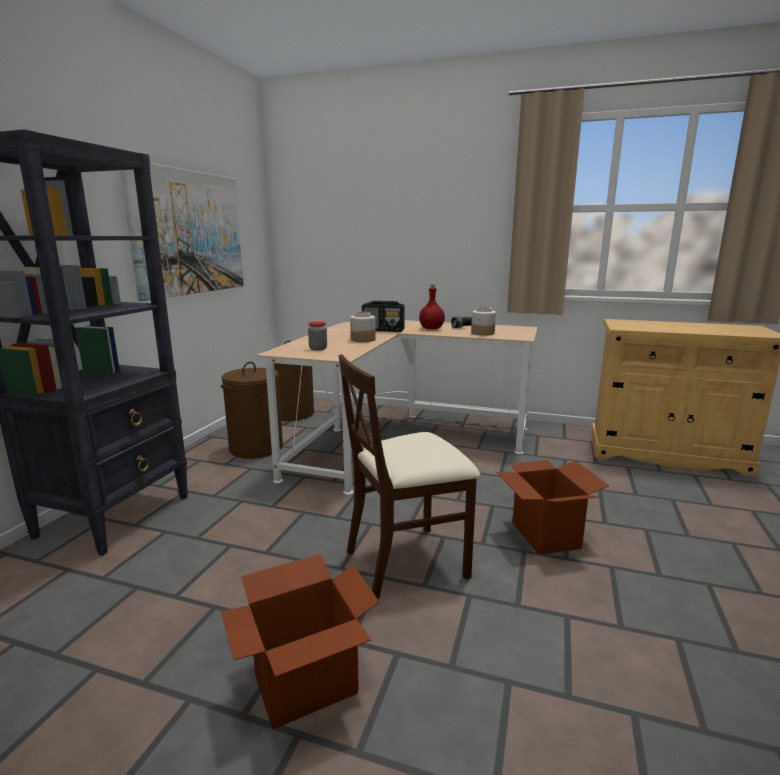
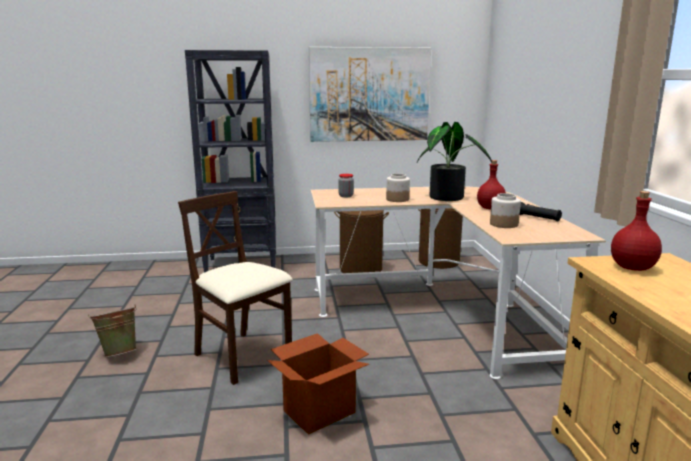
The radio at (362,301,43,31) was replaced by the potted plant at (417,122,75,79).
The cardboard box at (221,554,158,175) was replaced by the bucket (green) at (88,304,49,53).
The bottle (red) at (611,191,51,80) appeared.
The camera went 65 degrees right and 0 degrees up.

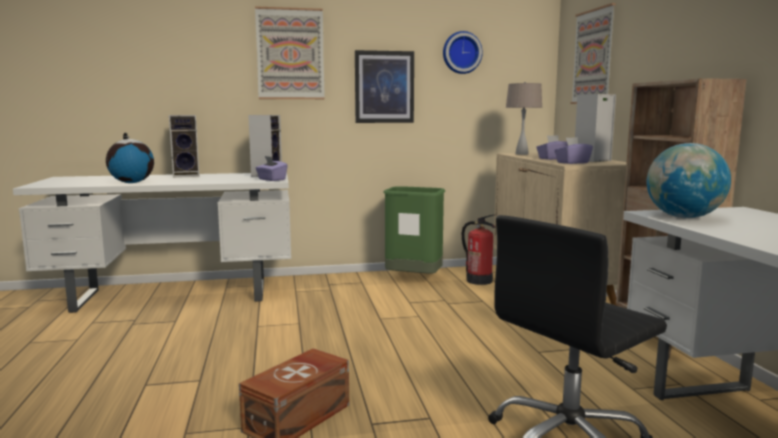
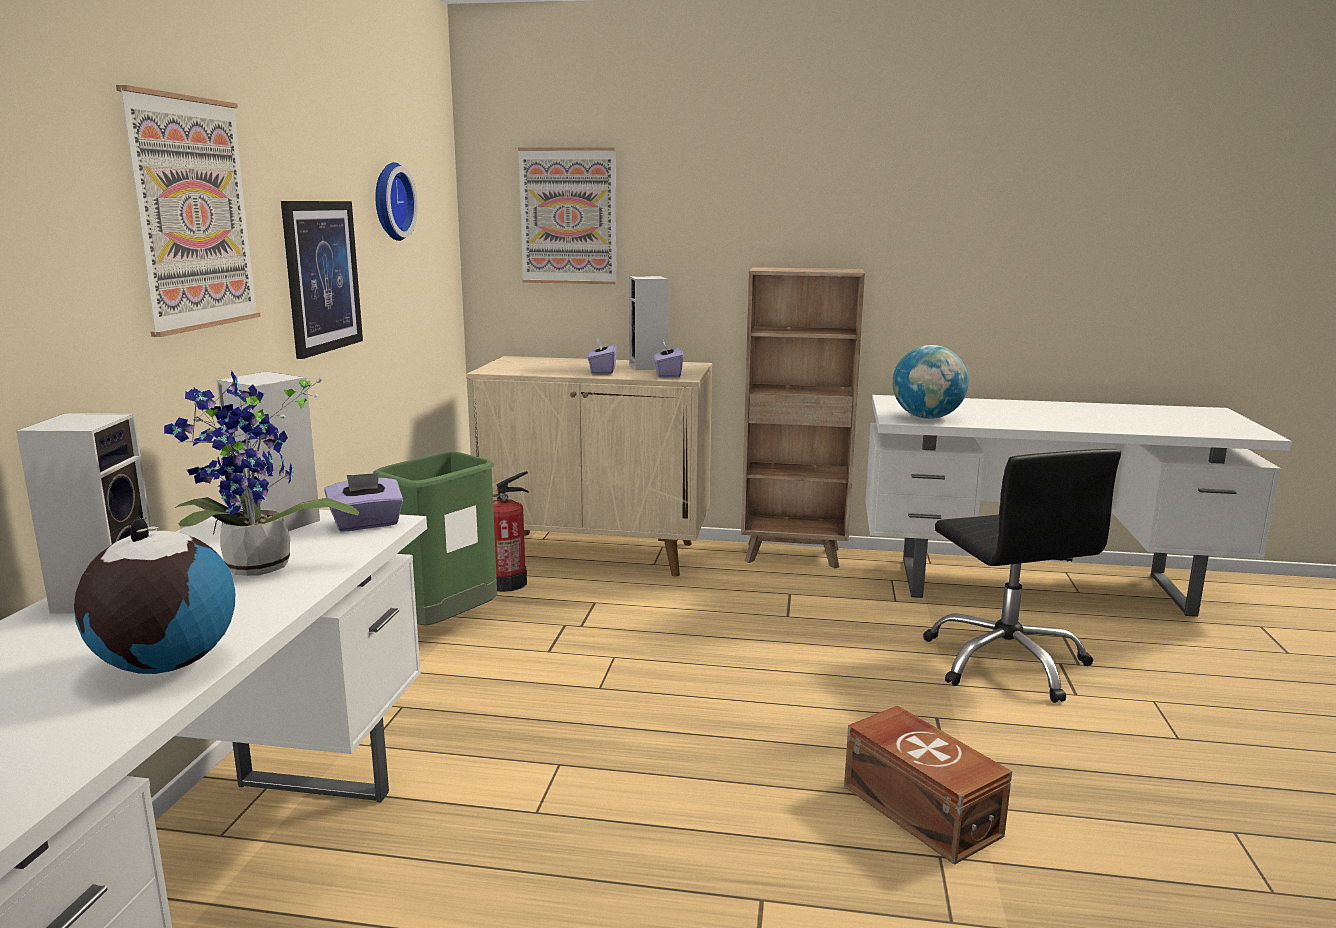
The table lamp (beige) at (506,82,36,73) disappeared.
The potted plant at (164,371,195,205) appeared.
The camera went 70 degrees left and 5 degrees up.

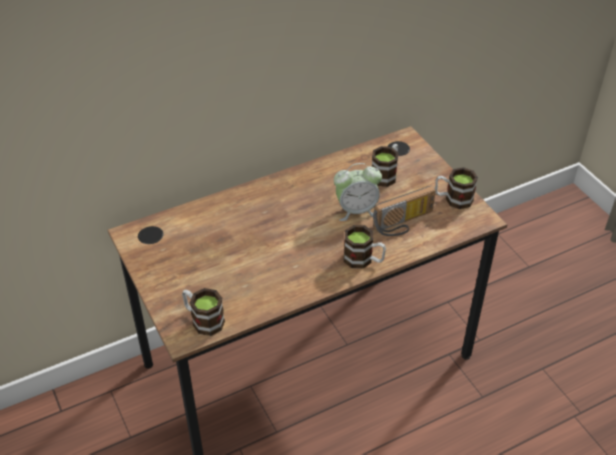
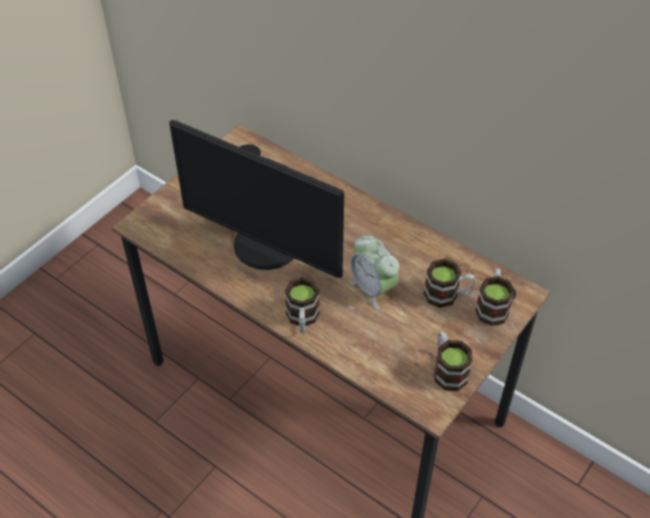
The radio at (373,186,63,50) disappeared.
The mug moved from (182,288,43,48) to (475,268,40,58).
The monitor at (169,120,175,158) appeared.
The camera went 65 degrees right and 5 degrees up.

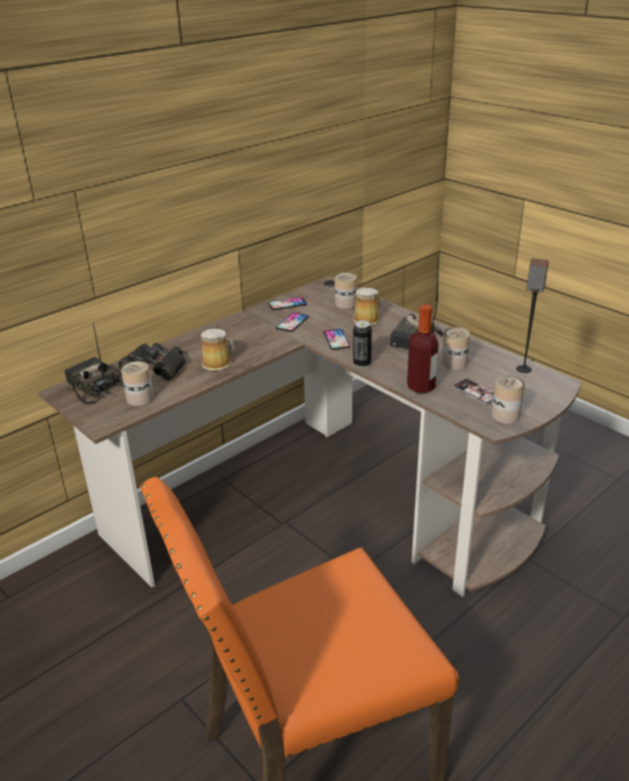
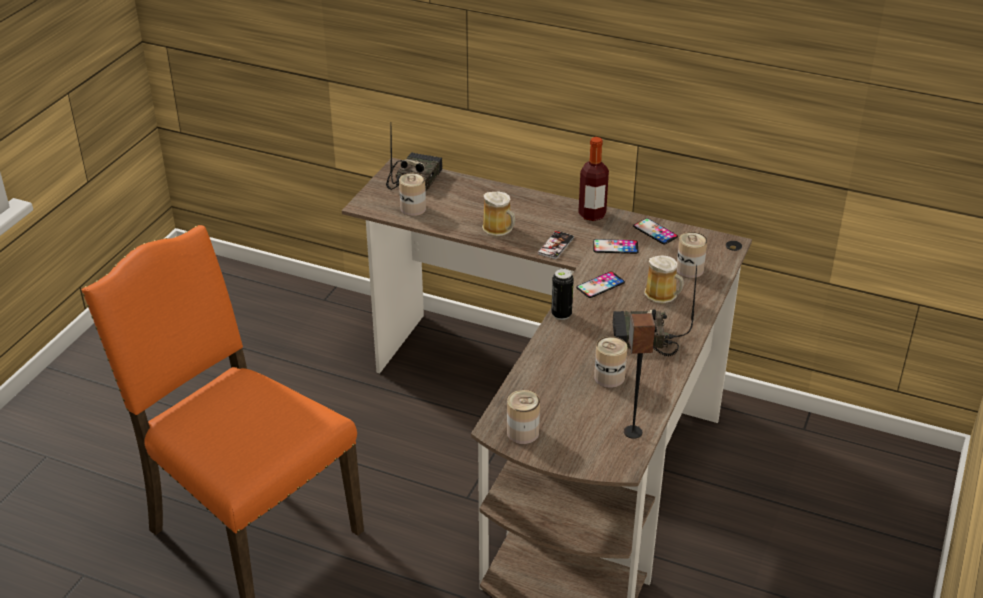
The bottle moved from (407,304,31,89) to (578,137,31,84).
The binoculars (black) at (118,343,68,38) disappeared.
The phone moved from (453,379,41,26) to (538,231,36,28).
The camera went 65 degrees right and 5 degrees up.

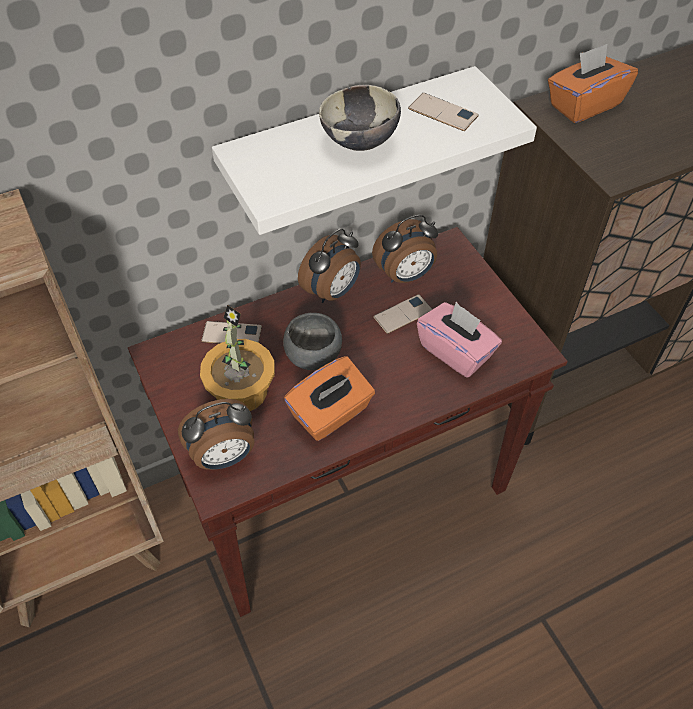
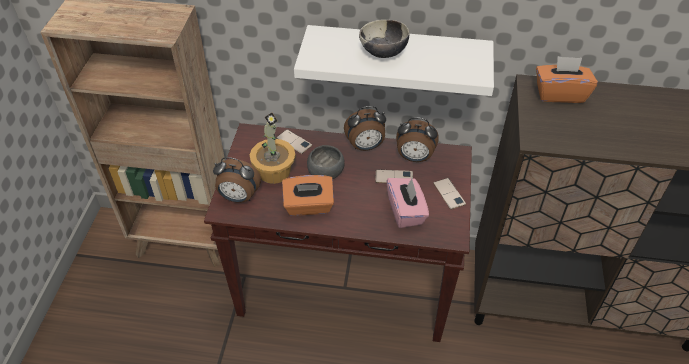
The phone moved from (408,93,71,38) to (433,178,33,32).
The camera went 35 degrees right and 5 degrees down.

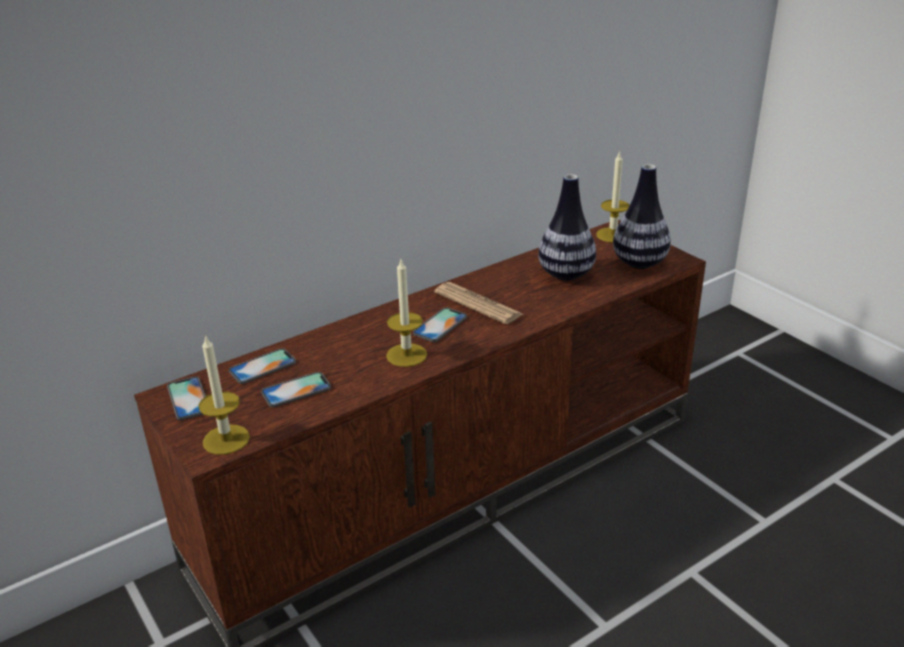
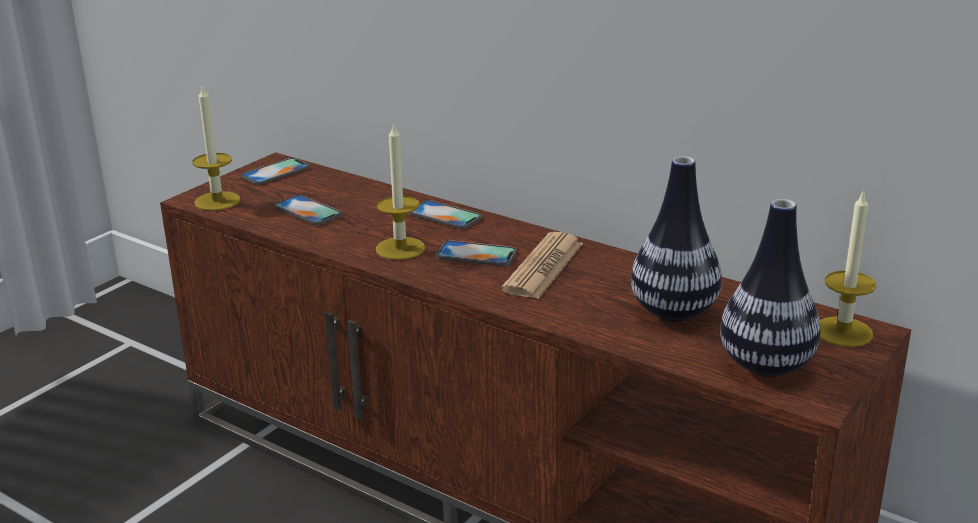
The phone moved from (229,348,67,36) to (409,200,73,29).
The camera went 70 degrees right and 5 degrees down.

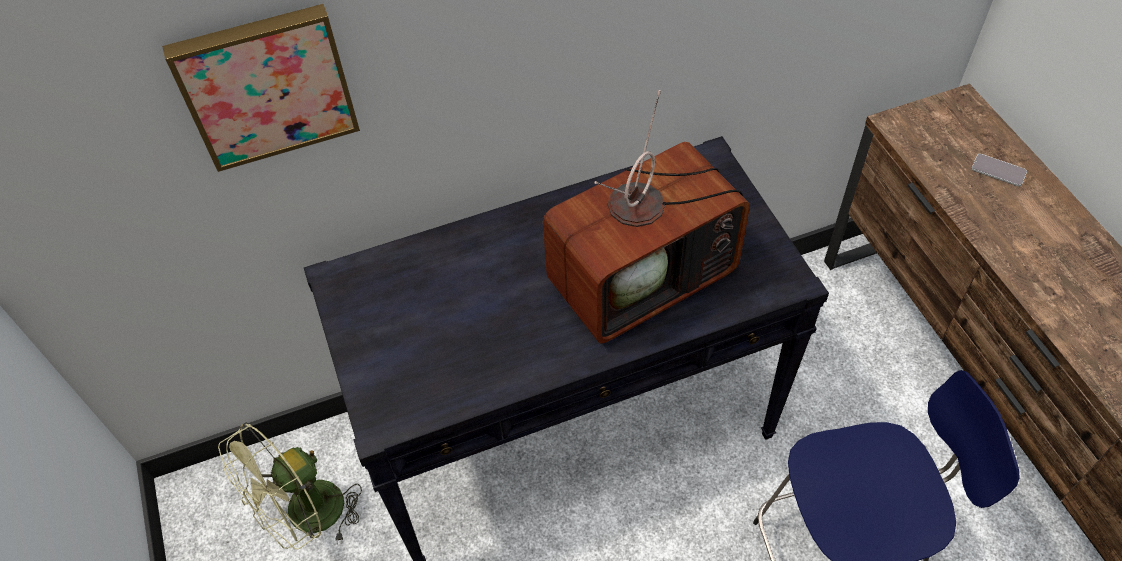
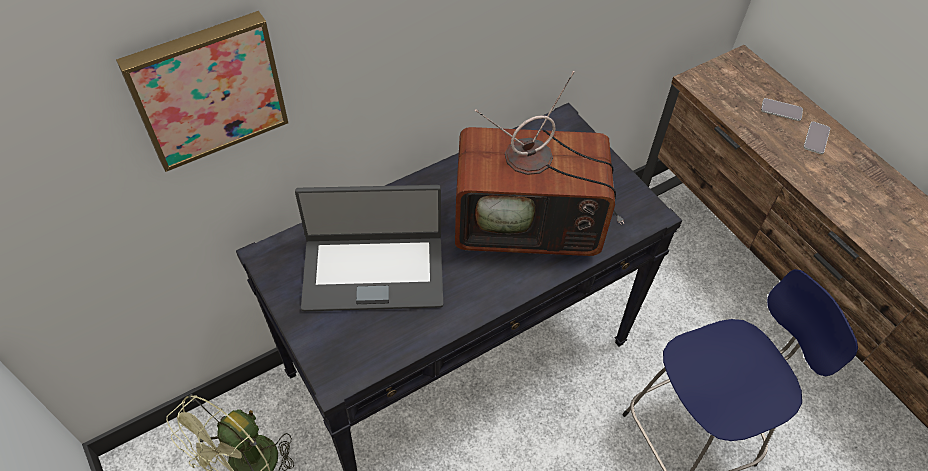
The television at (543,90,207,253) turned 45 degrees clockwise.
The phone at (803,122,27,32) appeared.
The laptop at (295,185,148,126) appeared.
The camera went 15 degrees left and 0 degrees up.

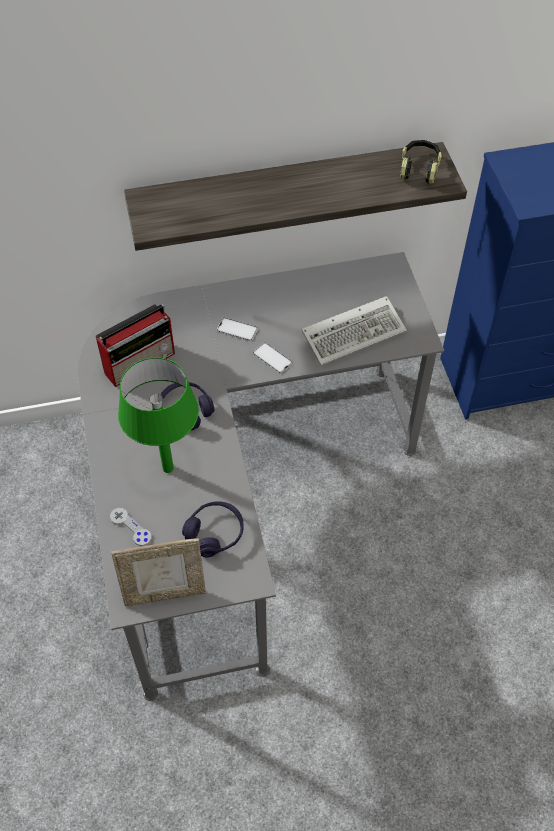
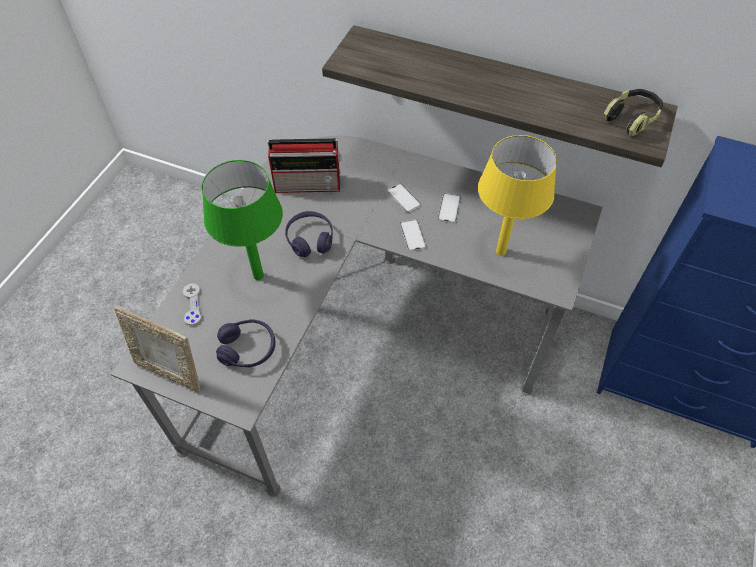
The keyboard at (301,296,106,69) was replaced by the table lamp (yellow) at (478,135,79,121).
The phone at (438,193,23,30) appeared.
The camera went 35 degrees right and 0 degrees up.

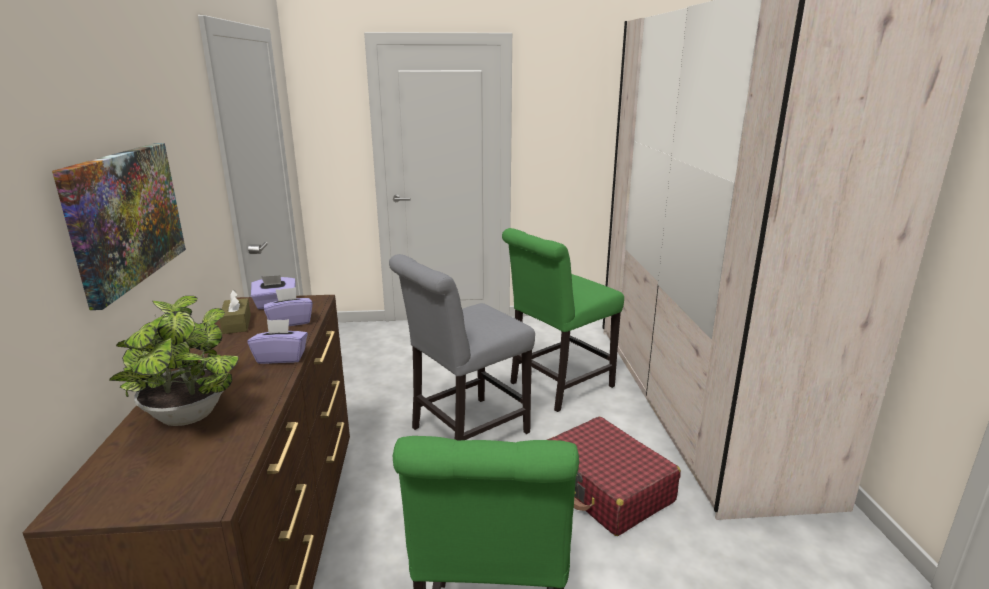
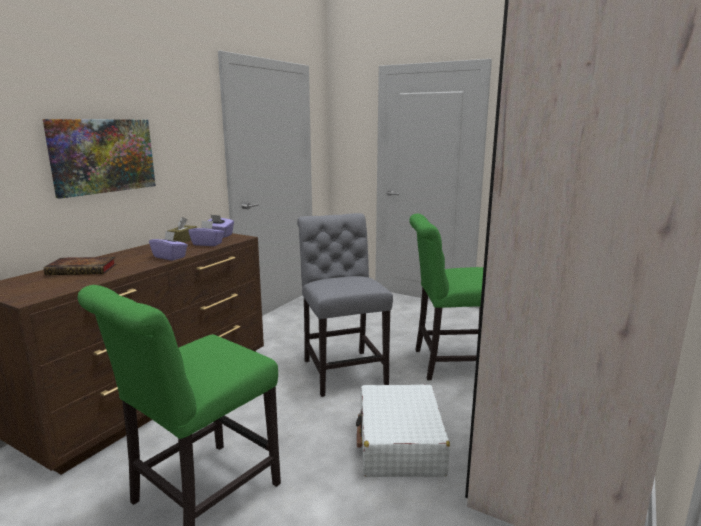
The chair (grey) at (389,254,146,186) turned 75 degrees clockwise.
The potted plant at (109,296,130,130) was replaced by the book at (44,257,72,18).
The suitcase (red) at (547,417,134,119) became the suitcase (white) at (356,384,94,93).
The camera went 35 degrees right and 5 degrees down.

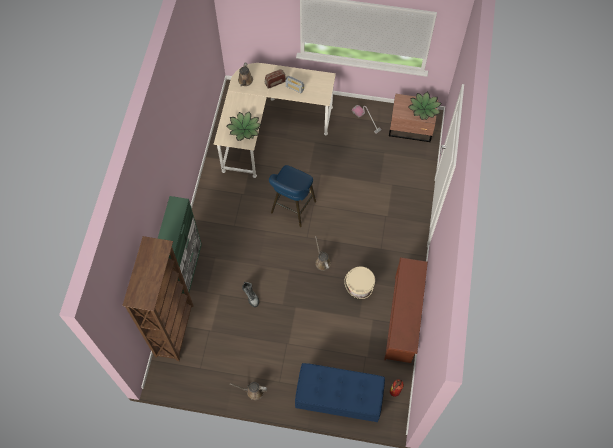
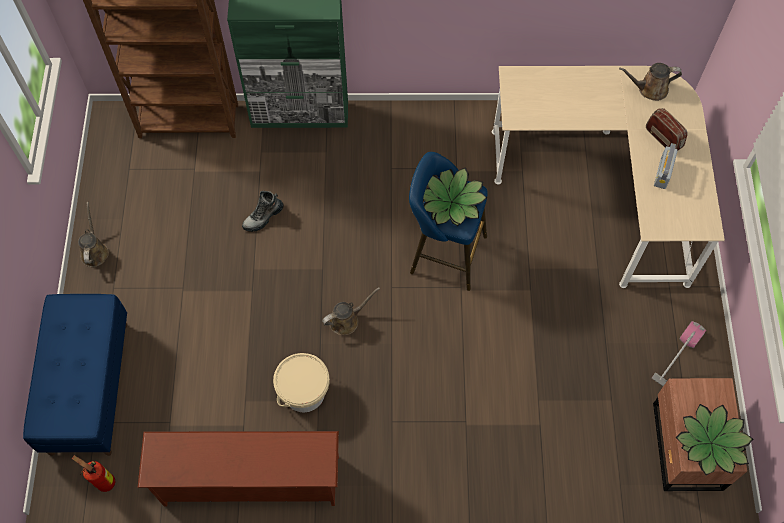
The potted plant moved from (226,112,35,29) to (423,167,64,59).
The camera went 80 degrees right and 0 degrees up.

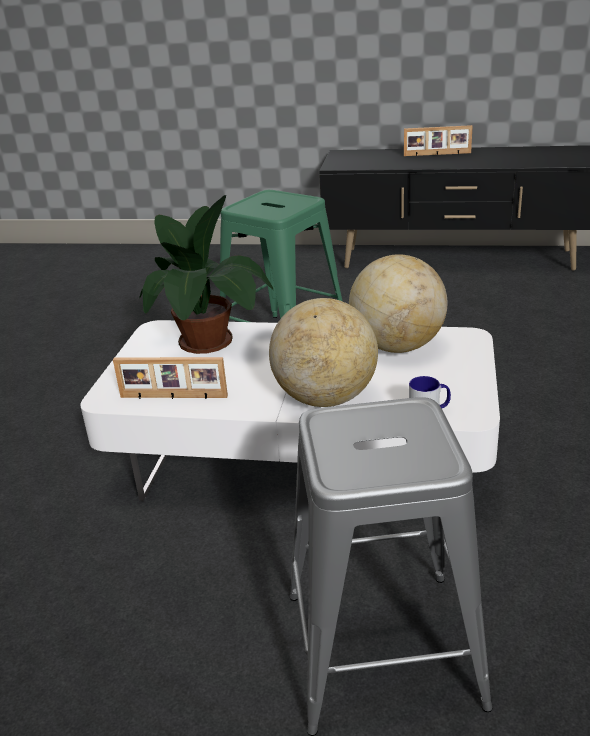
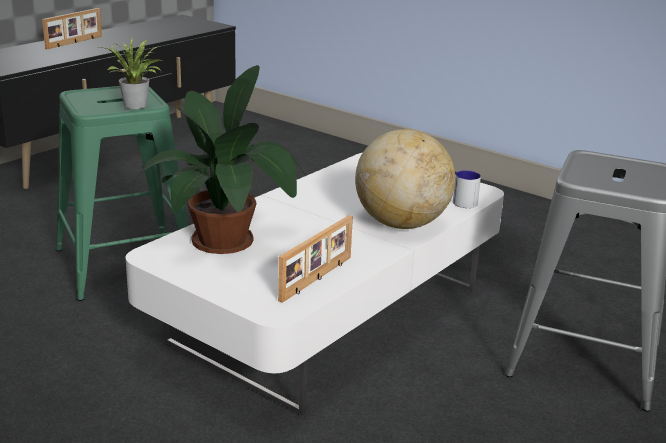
The globe at (349,254,98,99) disappeared.
The potted plant at (98,37,65,72) appeared.
The camera went 65 degrees left and 5 degrees down.

